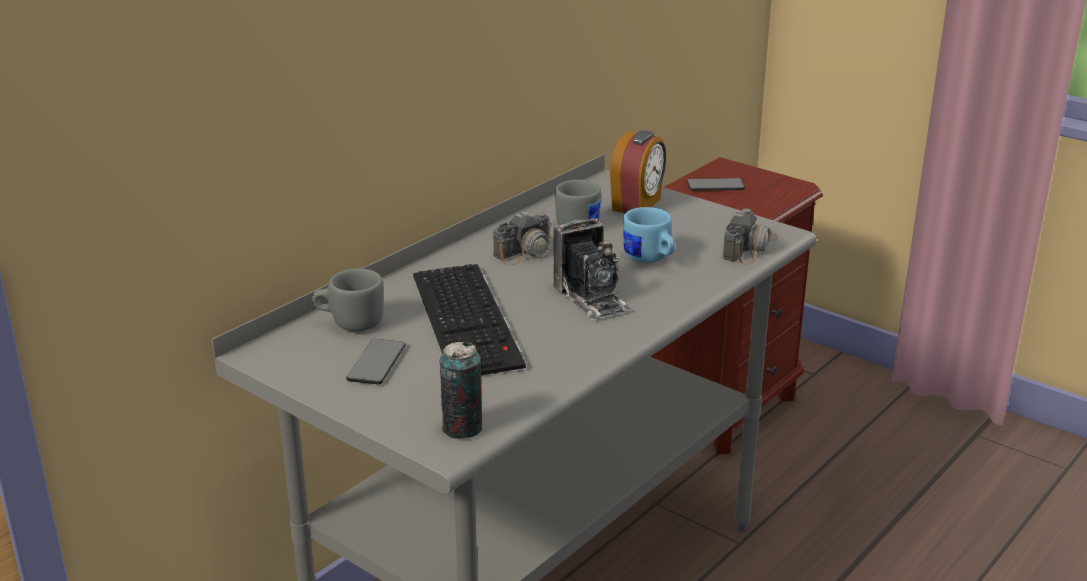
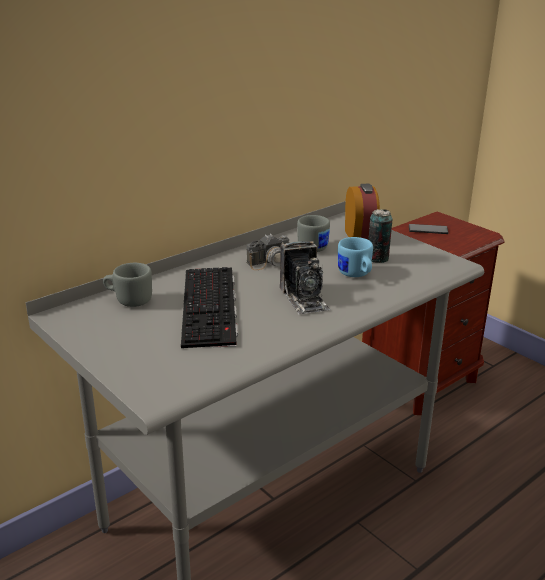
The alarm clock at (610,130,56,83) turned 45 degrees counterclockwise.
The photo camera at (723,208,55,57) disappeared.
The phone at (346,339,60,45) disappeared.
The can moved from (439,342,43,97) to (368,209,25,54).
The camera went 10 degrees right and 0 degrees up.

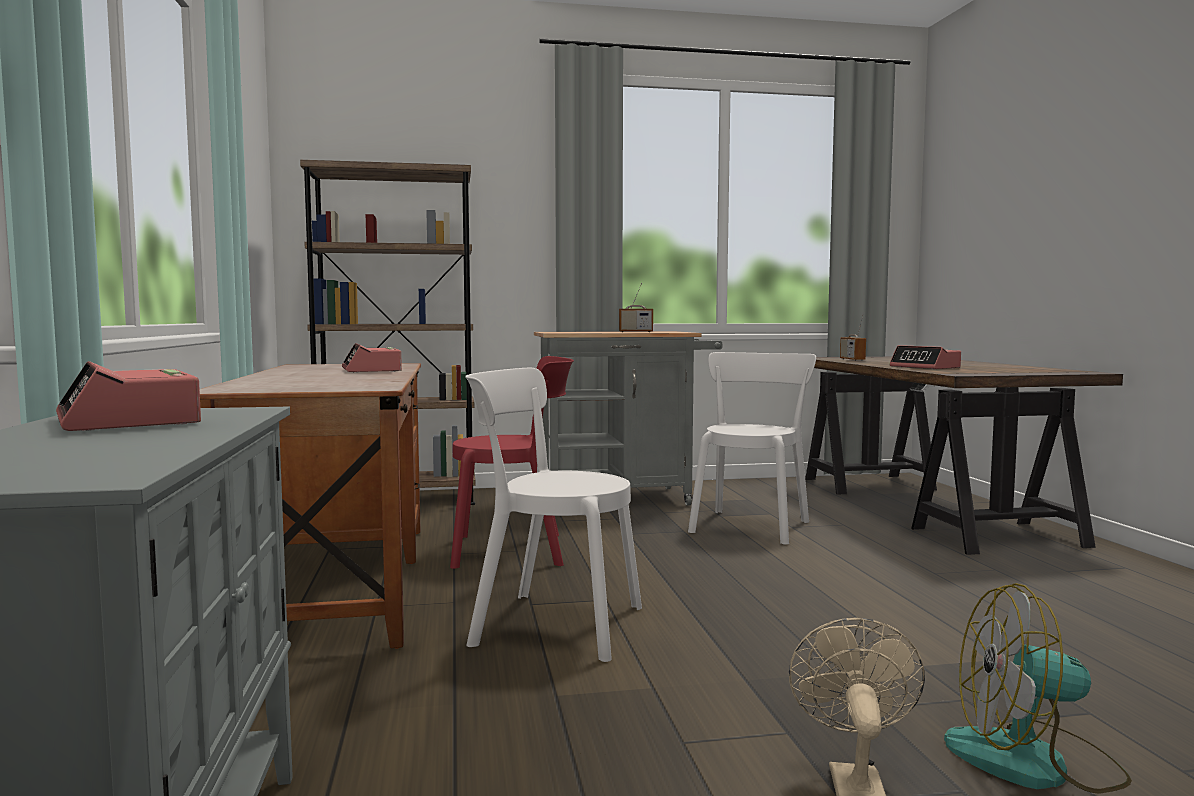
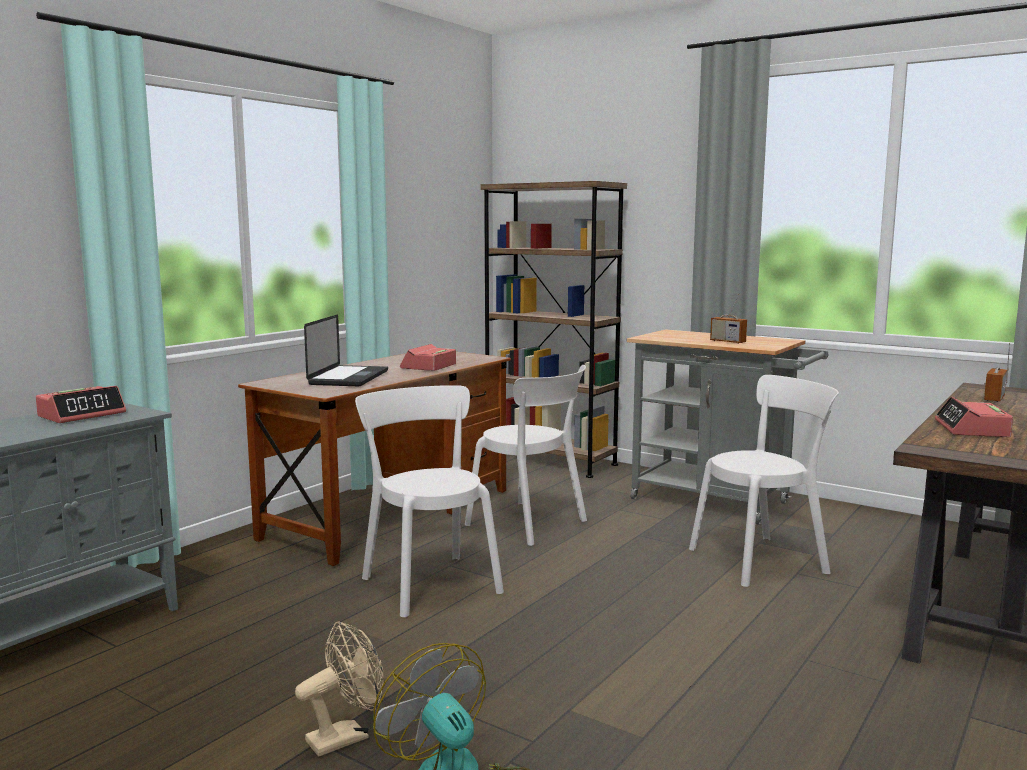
The chair (red) at (450,356,124,213) became the chair (white) at (465,365,122,181).
The alarm clock at (56,361,145,70) turned 150 degrees counterclockwise.
The laptop at (304,315,84,71) appeared.
The camera went 45 degrees right and 5 degrees up.

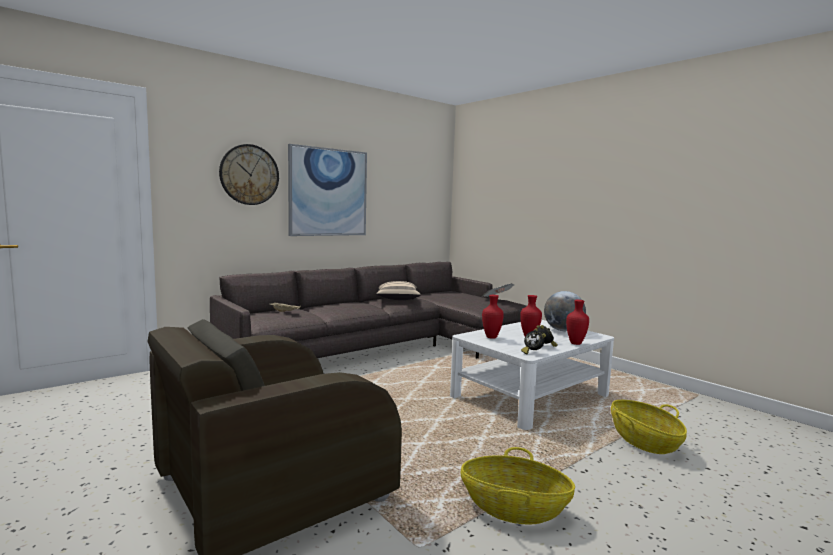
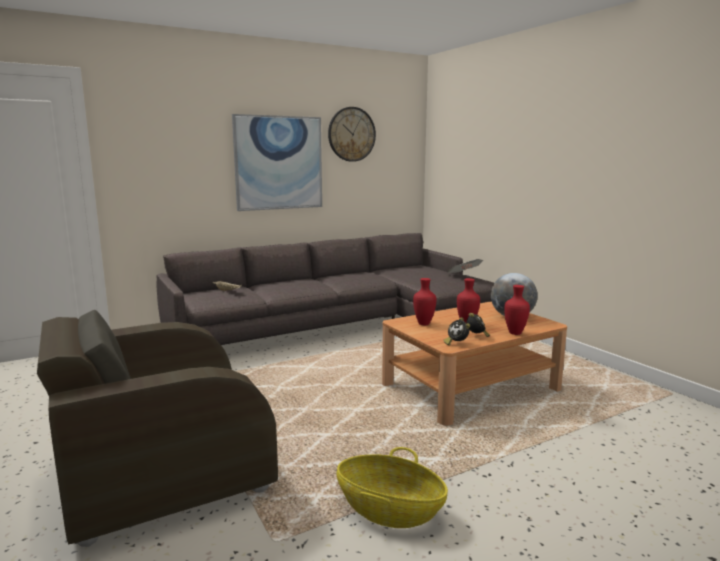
The wall clock moved from (219,144,60,61) to (328,107,48,55).
The pillow (beige) at (376,281,45,19) disappeared.
The coffee table (white) at (450,320,164,110) became the coffee table (brown) at (382,302,185,124).
The basket at (611,400,76,54) disappeared.
The camera went 10 degrees right and 5 degrees up.

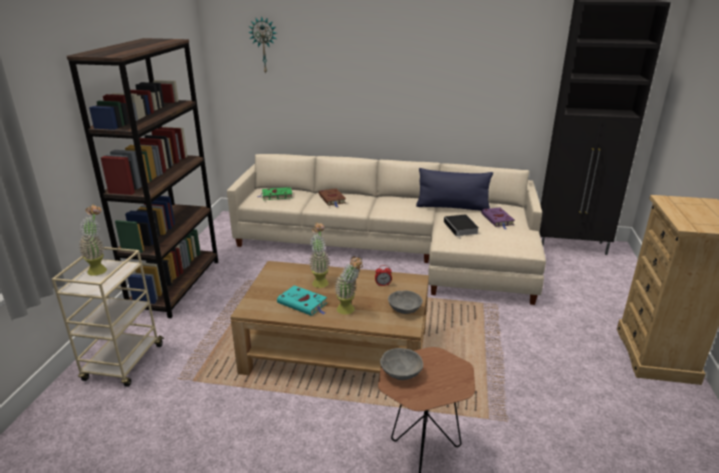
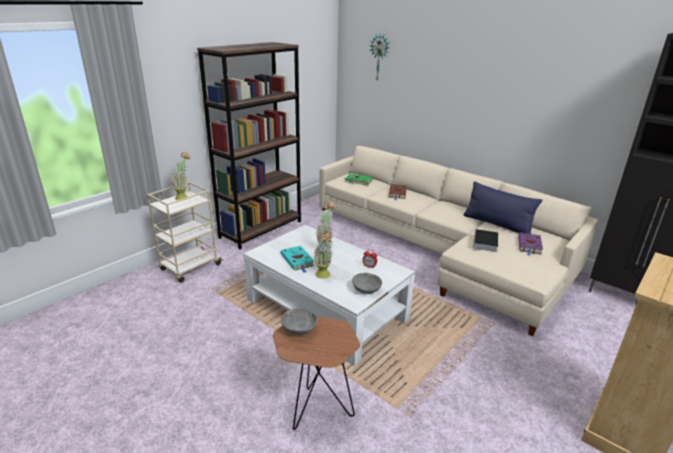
The coffee table (brown) at (230,261,199,114) became the coffee table (white) at (244,225,171,141).
The camera went 30 degrees right and 0 degrees up.

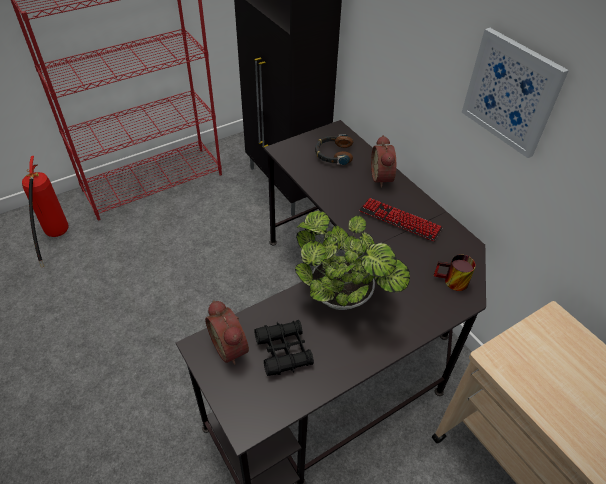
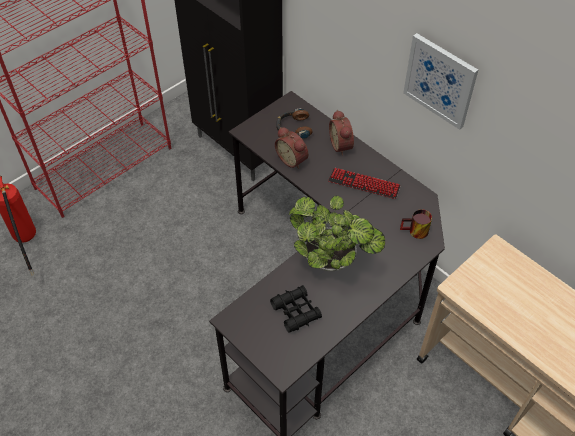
The alarm clock moved from (205,300,44,65) to (275,127,33,42).
The camera went 10 degrees left and 5 degrees up.

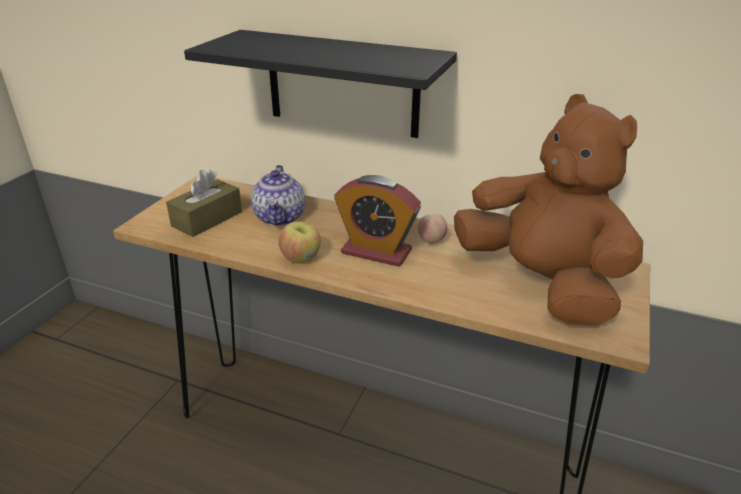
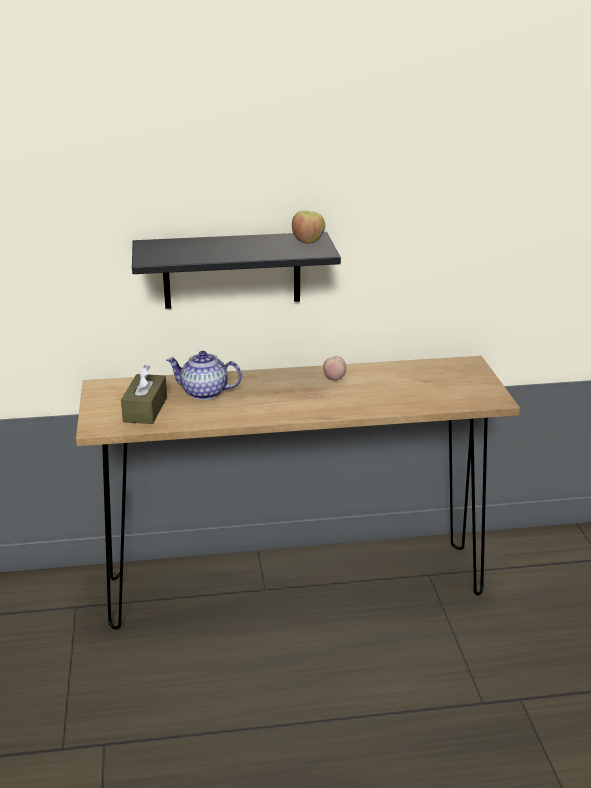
The plush toy (brown) at (454,94,189,231) disappeared.
The teapot at (251,165,54,61) turned 135 degrees clockwise.
The alarm clock at (334,175,87,91) disappeared.
The apple moved from (279,221,42,42) to (292,211,33,32).
The camera went 30 degrees left and 5 degrees down.

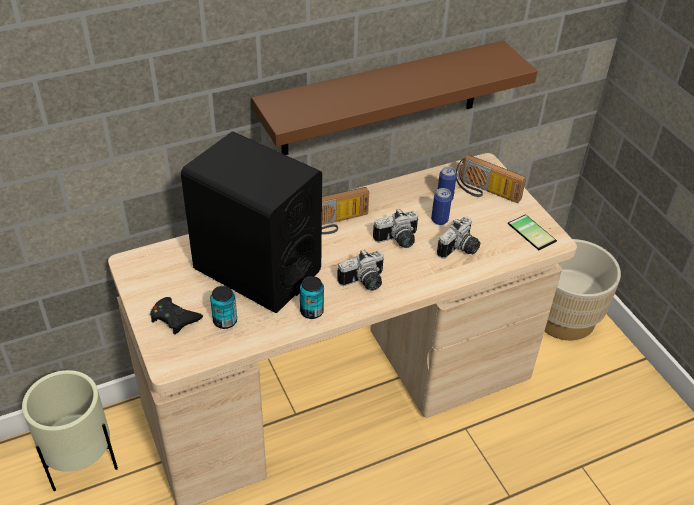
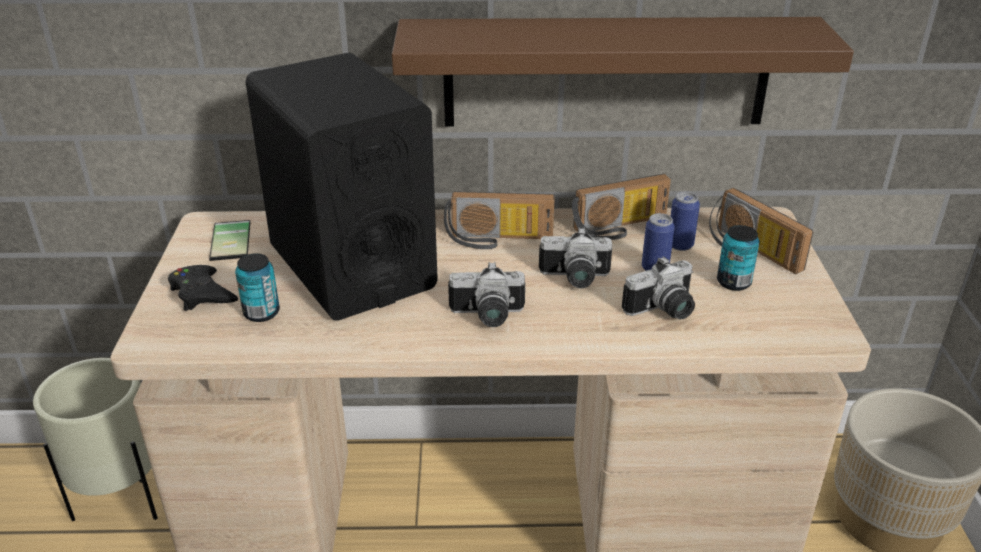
The phone moved from (508,214,49,36) to (209,220,41,41).
The can moved from (300,276,24,43) to (717,225,43,66).
The radio at (572,174,99,66) appeared.
The camera went 25 degrees right and 10 degrees down.

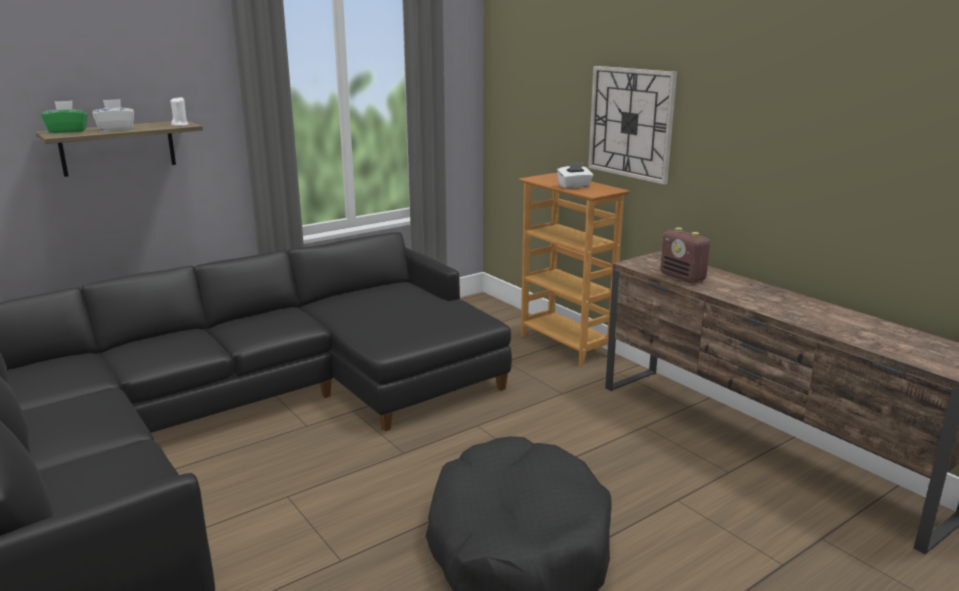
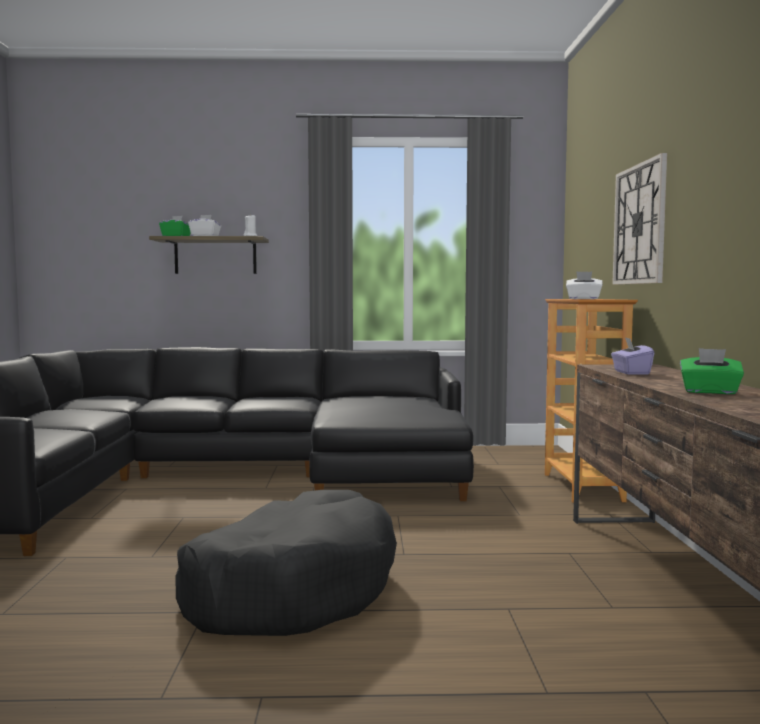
The radio at (660,227,50,56) was replaced by the tissue box (purple) at (611,337,43,37).
The tissue box (green) at (680,348,64,46) appeared.
The camera went 35 degrees right and 15 degrees down.

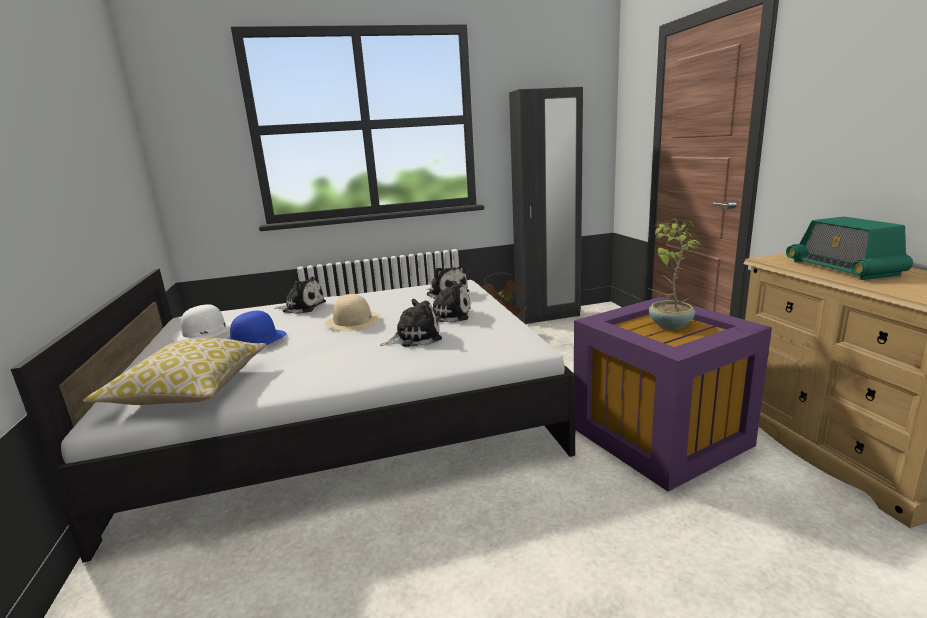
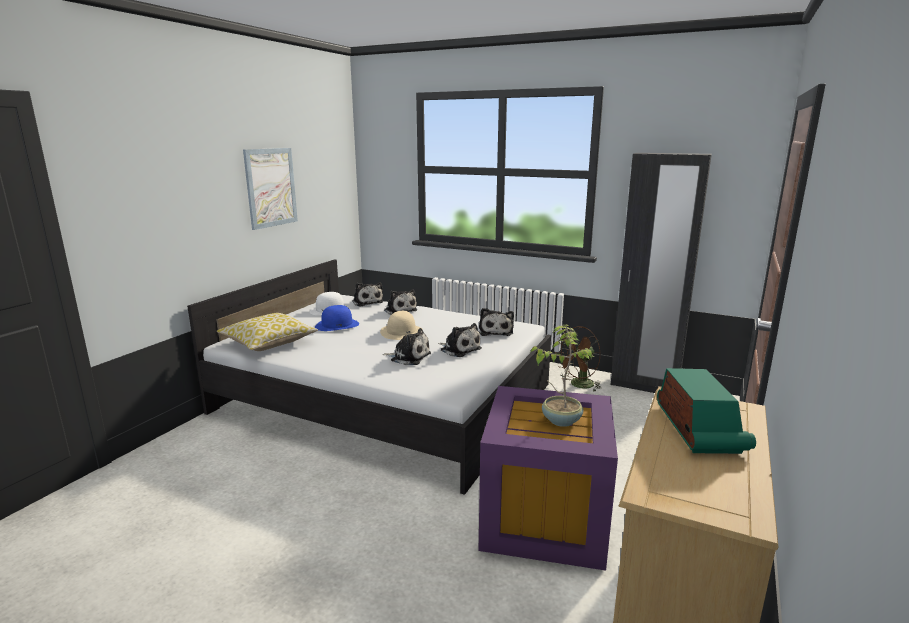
The radio at (786,217,127,63) turned 150 degrees clockwise.
The picture at (243,148,55,82) appeared.
The plush toy at (353,282,30,25) appeared.
The camera went 40 degrees right and 0 degrees up.

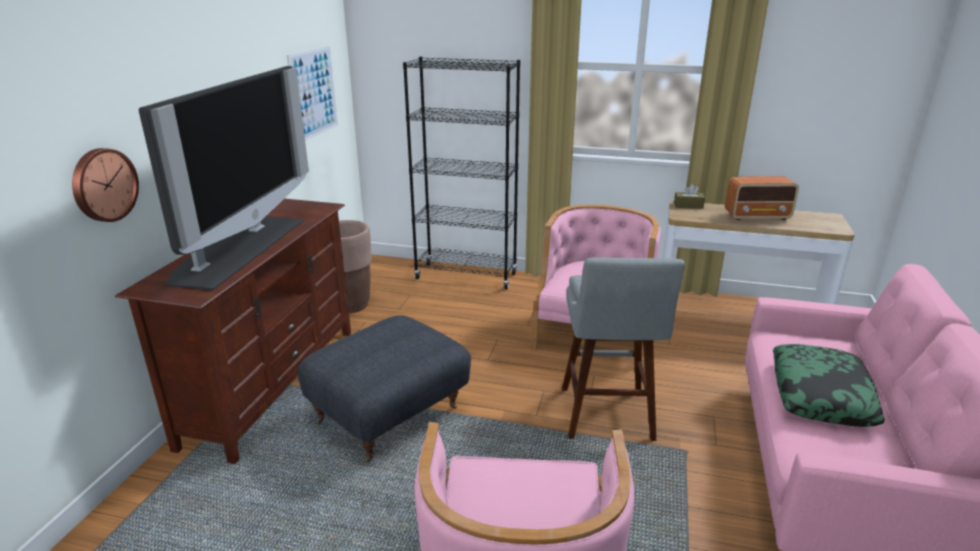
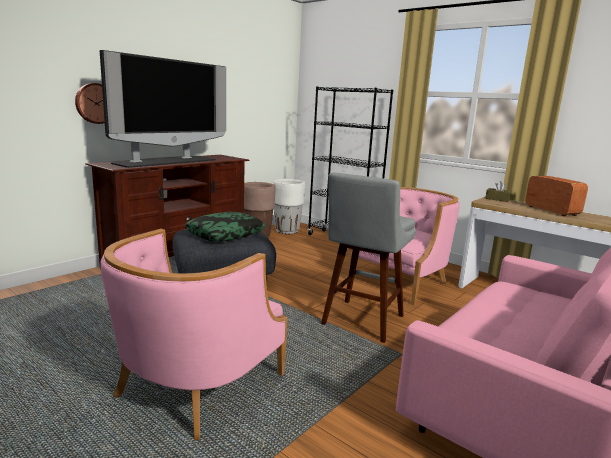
The picture at (287,46,51,95) disappeared.
The radio at (725,176,74,44) turned 135 degrees counterclockwise.
The pillow moved from (773,344,112,83) to (185,212,80,30).
The planter (white) at (273,179,32,55) appeared.
The camera went 25 degrees right and 10 degrees down.

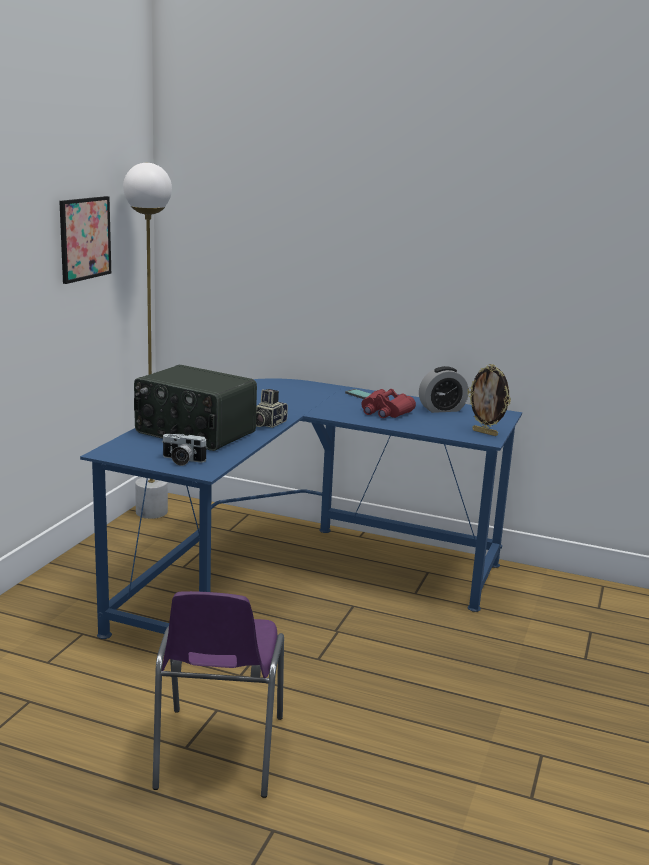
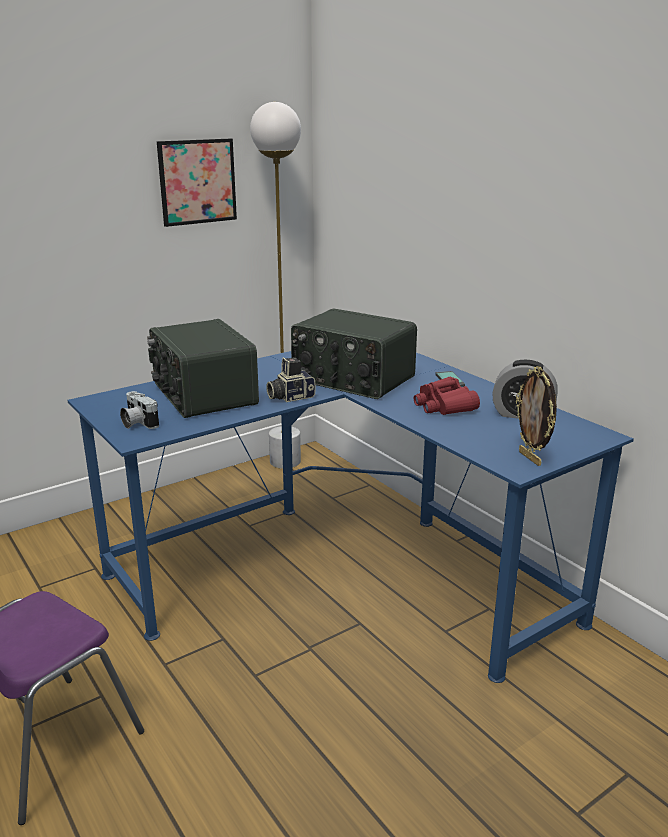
The radio at (291,309,126,90) appeared.
The camera went 35 degrees right and 5 degrees up.

